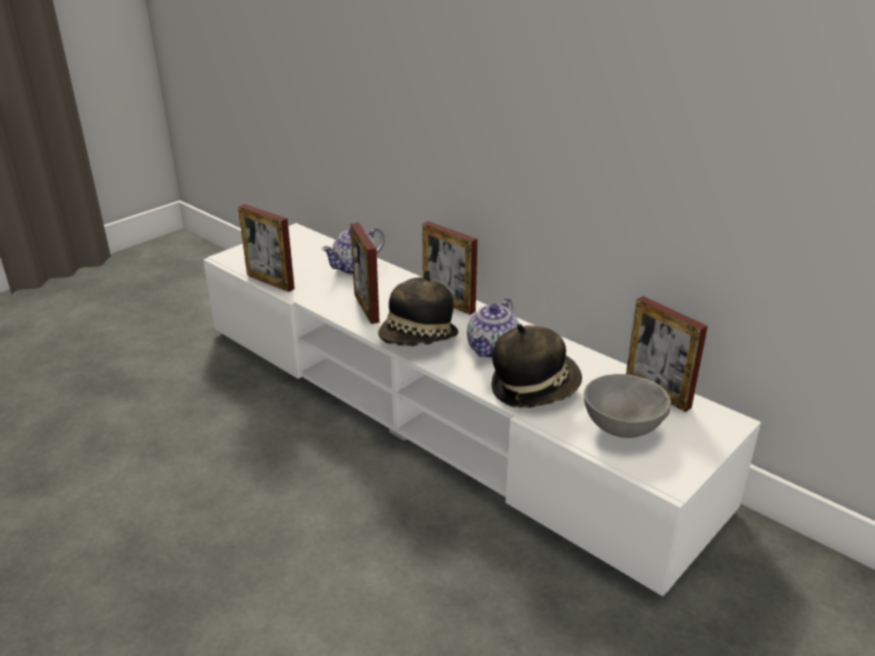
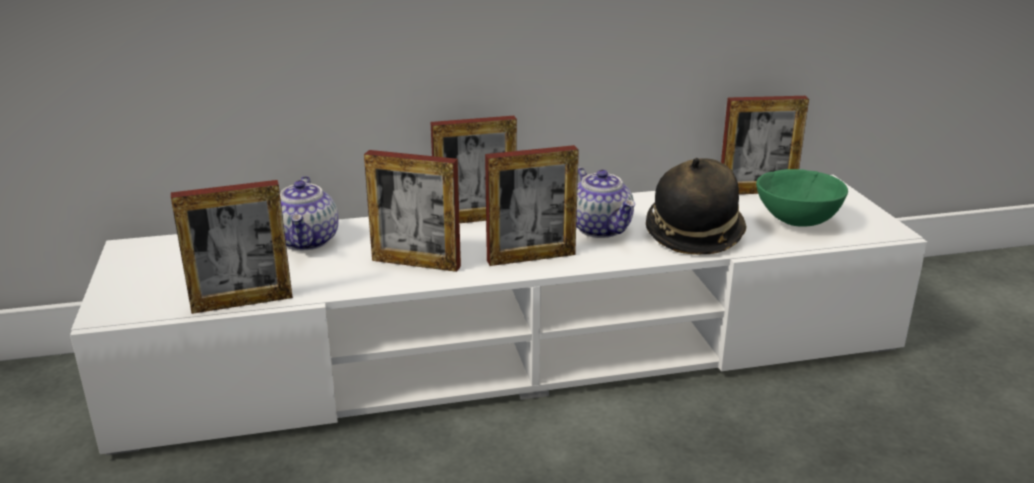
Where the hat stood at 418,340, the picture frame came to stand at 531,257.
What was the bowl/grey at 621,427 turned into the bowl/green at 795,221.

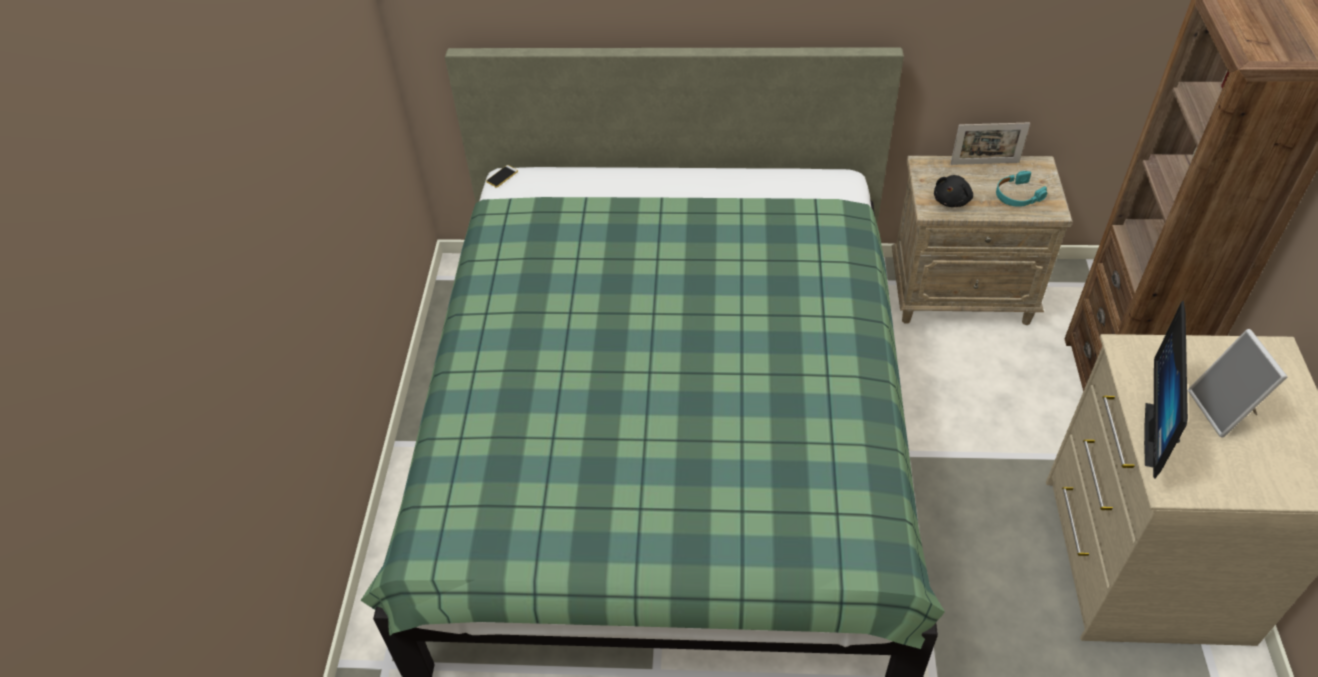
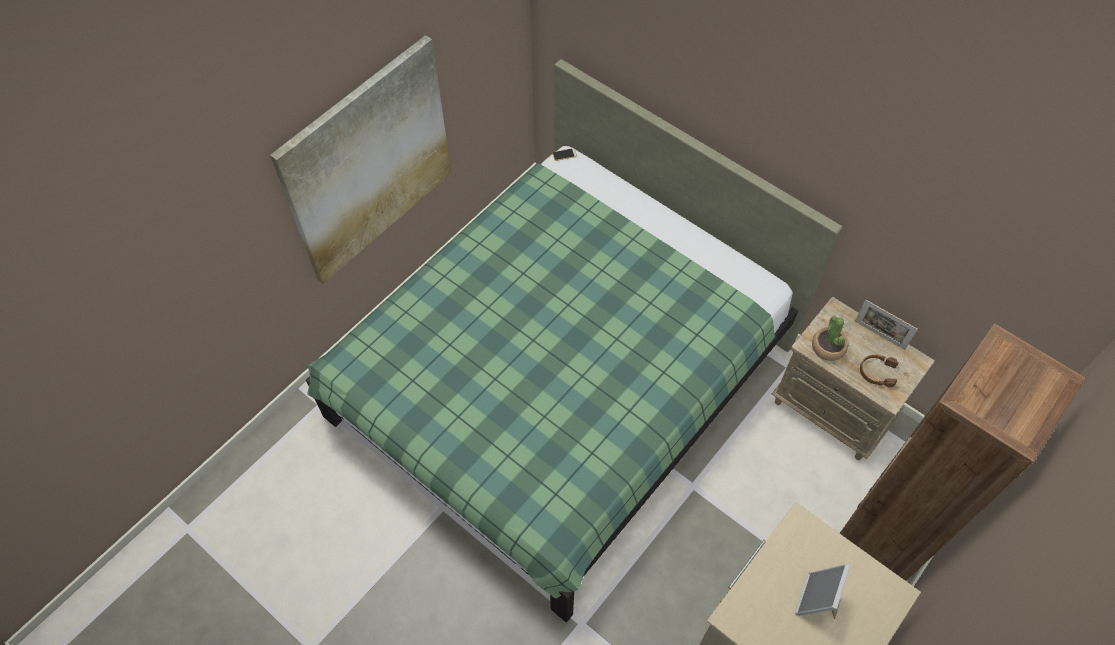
The second view gained the picture at 368,162.
Where the plush toy/black stood at 952,200, the potted plant came to stand at 828,347.
What was the headphones/turquoise at 1017,195 turned into the headphones/brown at 877,372.
The second view lost the monitor at 1161,436.

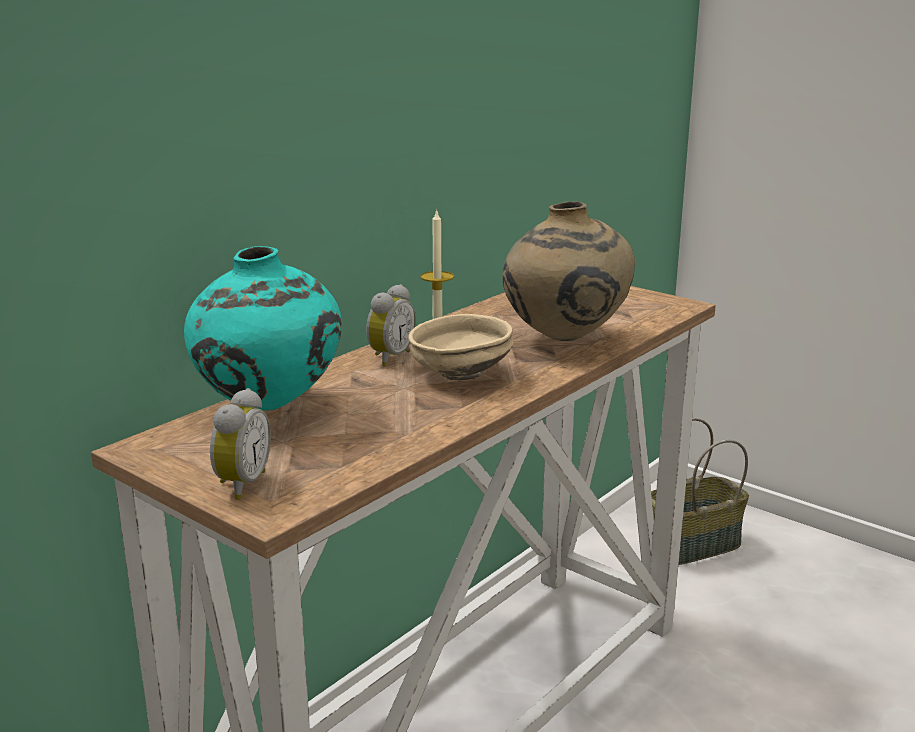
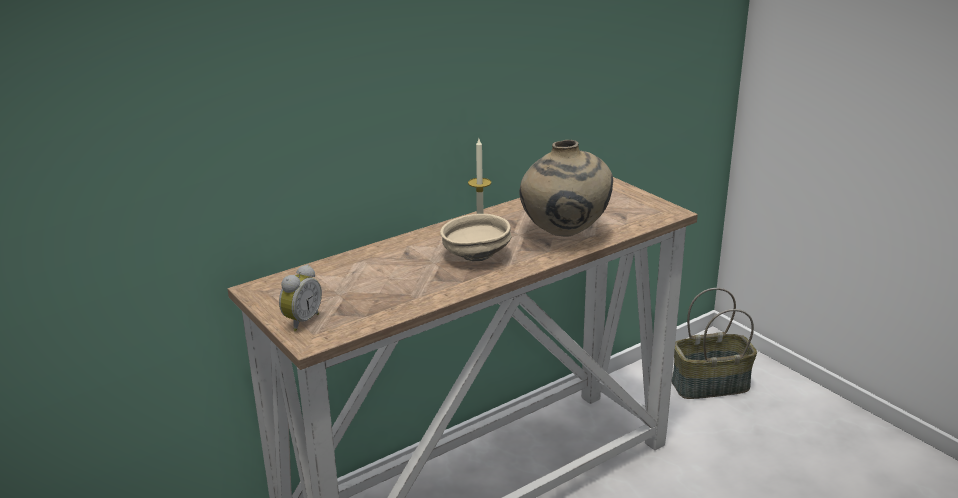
The second view lost the vase/turquoise at 270,408.
The second view lost the alarm clock at 389,357.

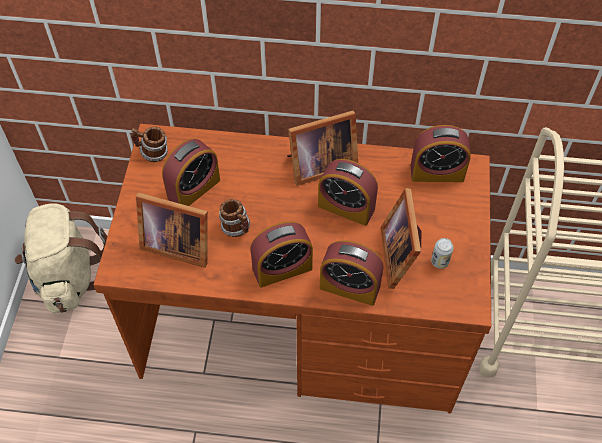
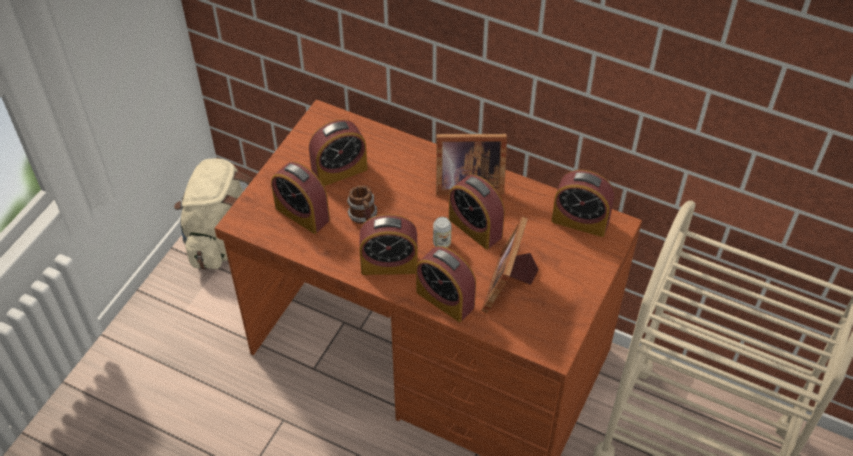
Where the picture frame stood at 176,243, the alarm clock came to stand at 302,214.
The can ended up elsewhere, having gone from 440,262 to 442,243.
The second view lost the mug at 153,153.

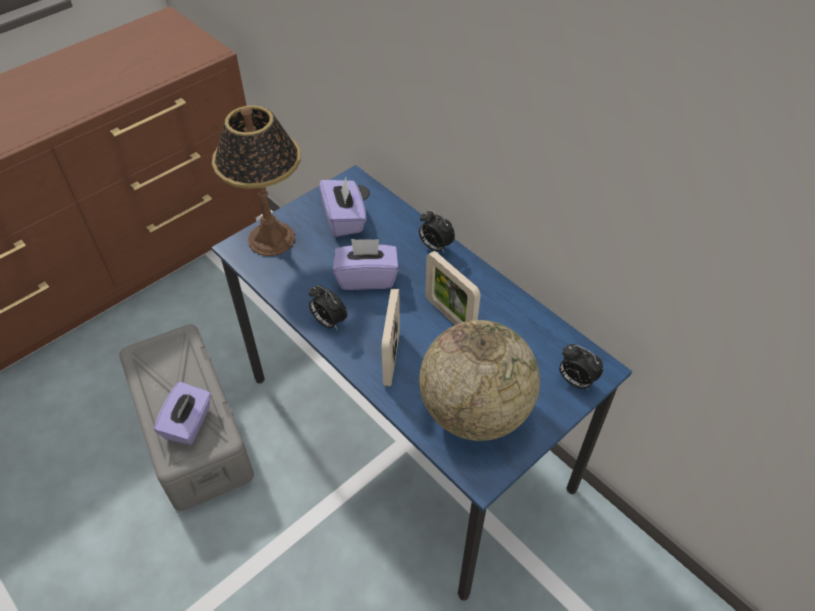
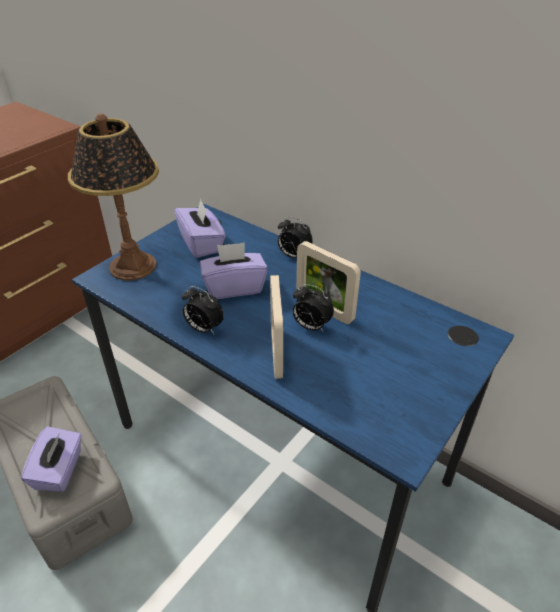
The alarm clock ended up elsewhere, having gone from 575,381 to 311,326.
The second view lost the globe at 475,411.

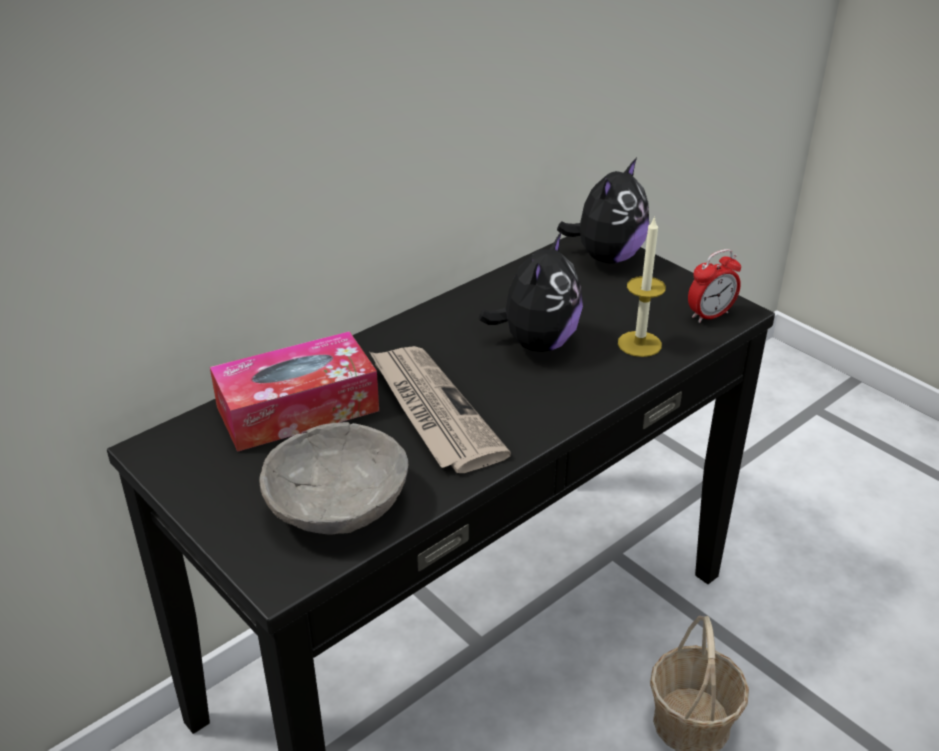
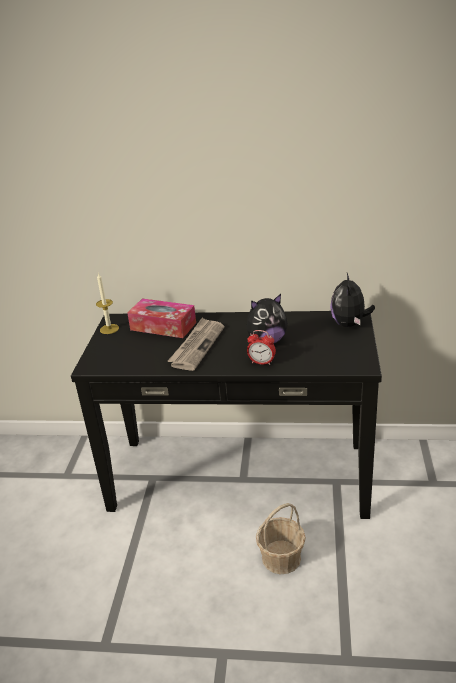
The candle ended up elsewhere, having gone from 639,344 to 109,329.
The alarm clock ended up elsewhere, having gone from 710,315 to 262,362.
The plush toy at 606,257 ended up facing another way, 105 degrees clockwise from before.
The second view lost the bowl/grey at 338,504.

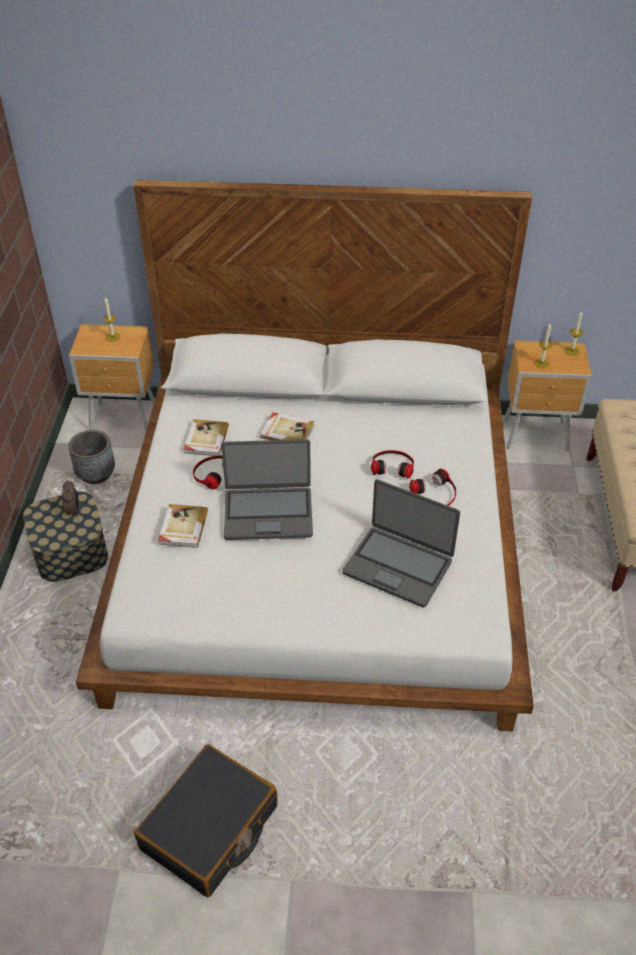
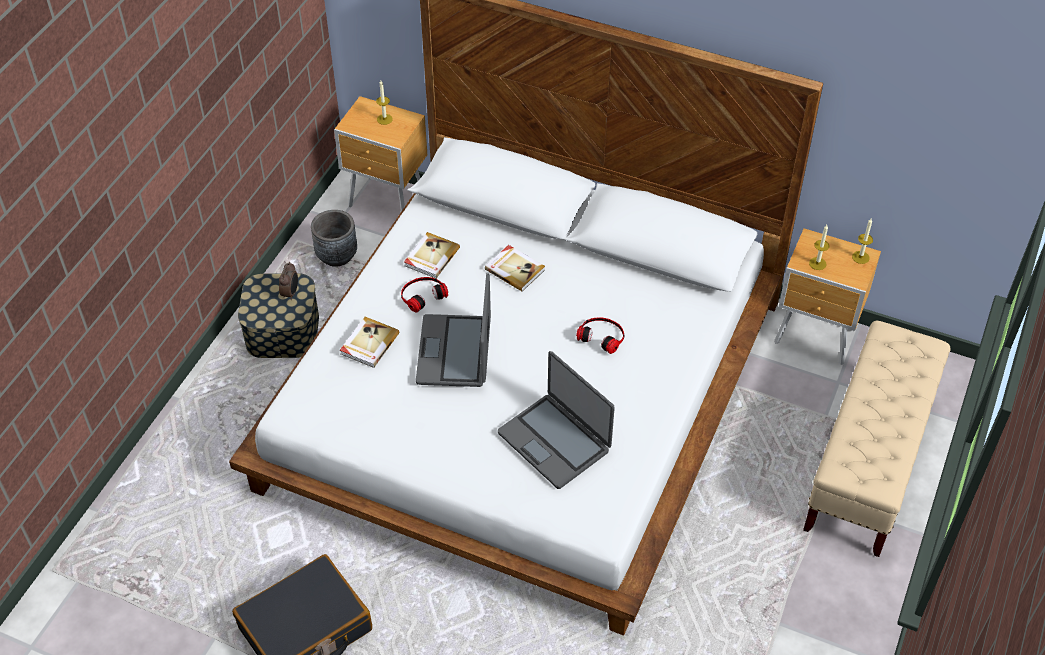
The laptop at 268,513 ended up facing another way, 75 degrees clockwise from before.
The second view lost the headphones at 434,494.

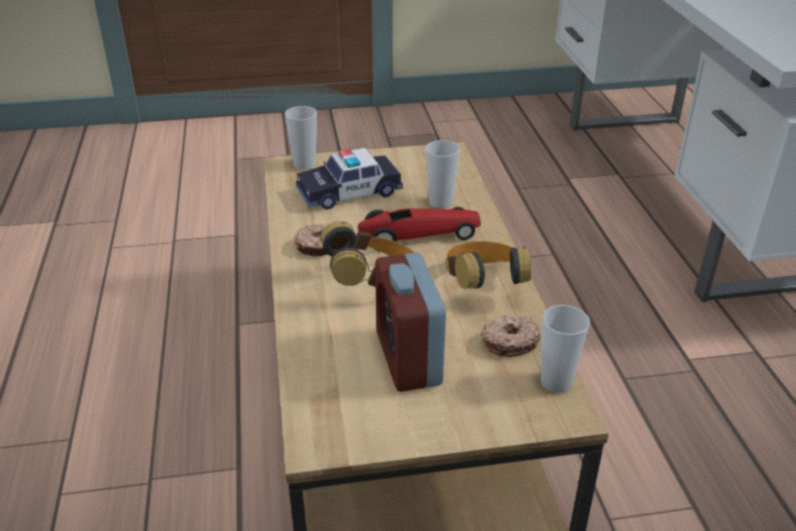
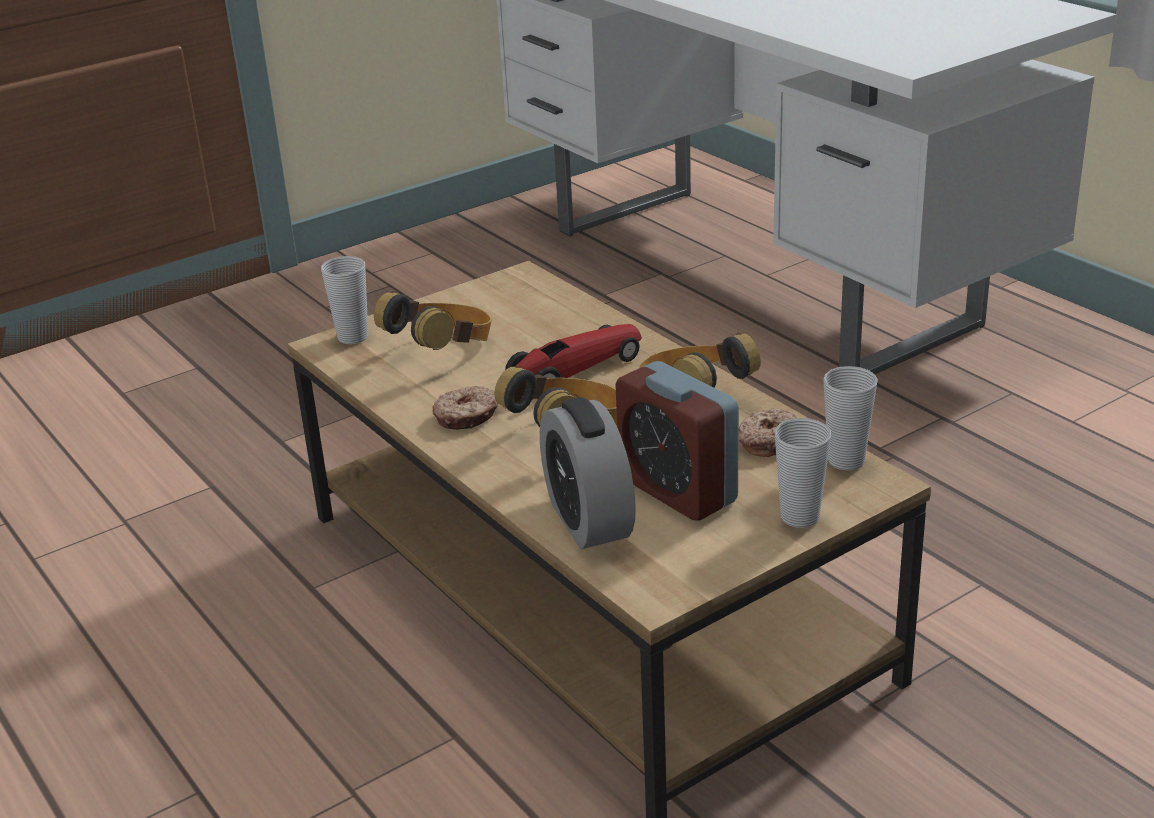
Where the toy car stood at 349,192, the headphones came to stand at 443,351.
The second view gained the alarm clock at 588,520.
The cup ended up elsewhere, having gone from 440,202 to 800,517.

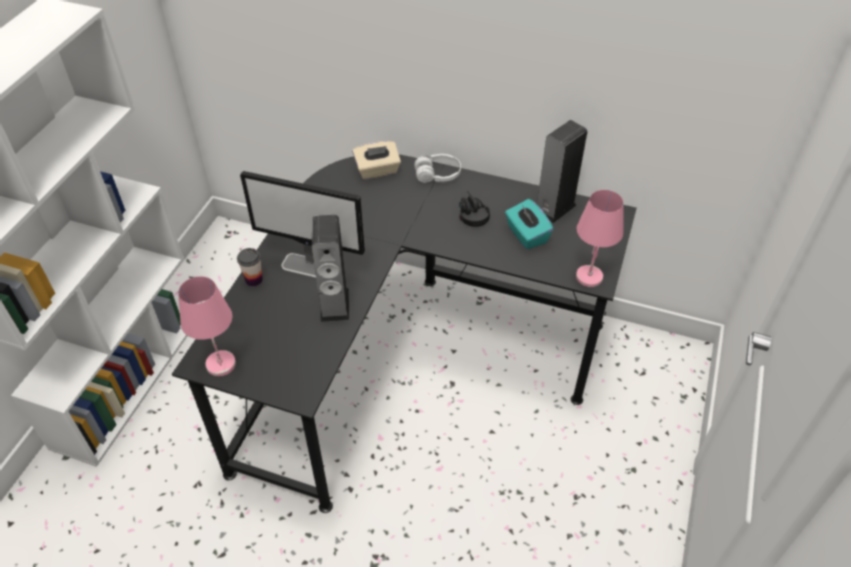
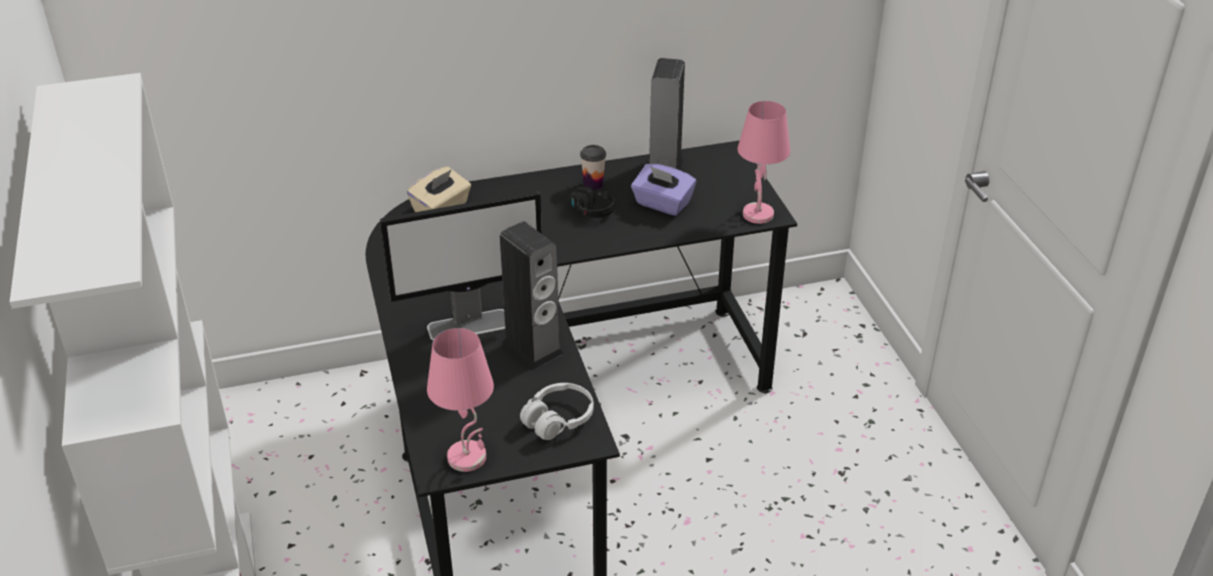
The headphones/white ended up elsewhere, having gone from 438,175 to 558,419.
The cup ended up elsewhere, having gone from 254,280 to 593,185.
What was the tissue box/turquoise at 526,235 turned into the tissue box/purple at 662,204.

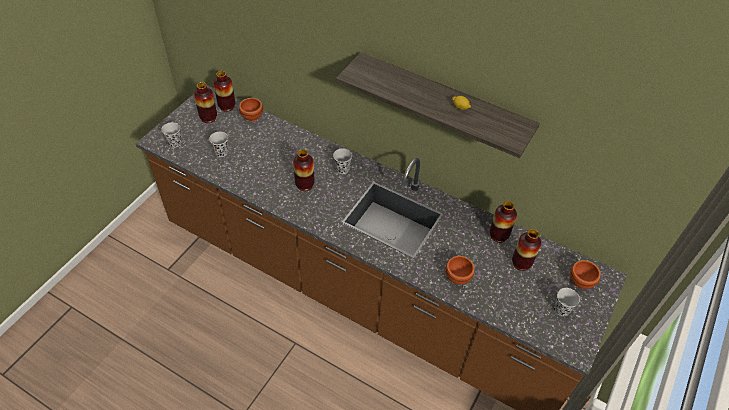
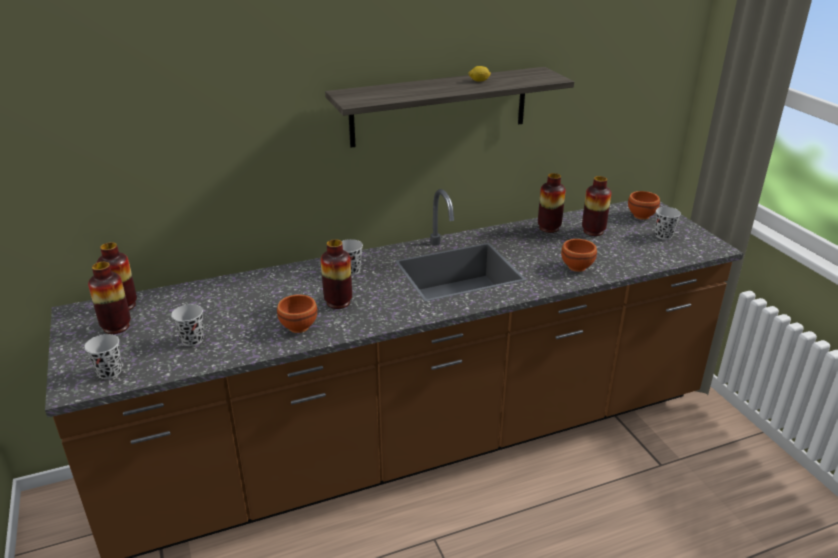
The bowl/brown ended up elsewhere, having gone from 252,116 to 297,327.

